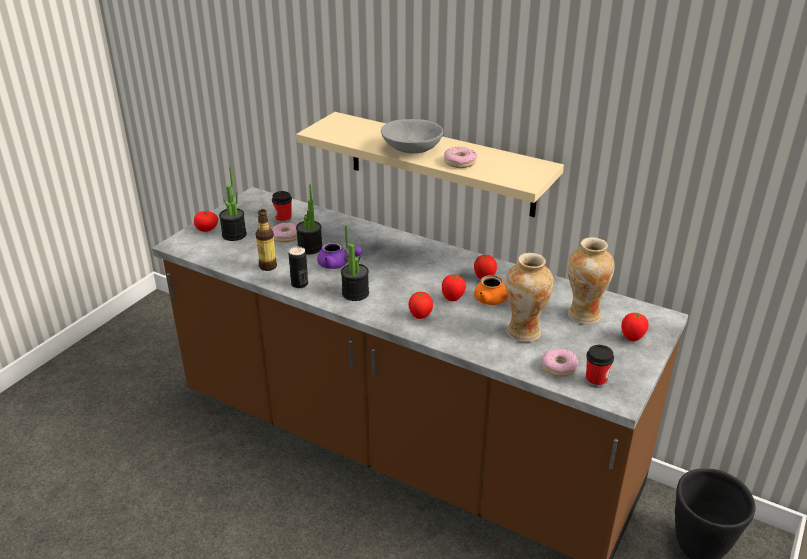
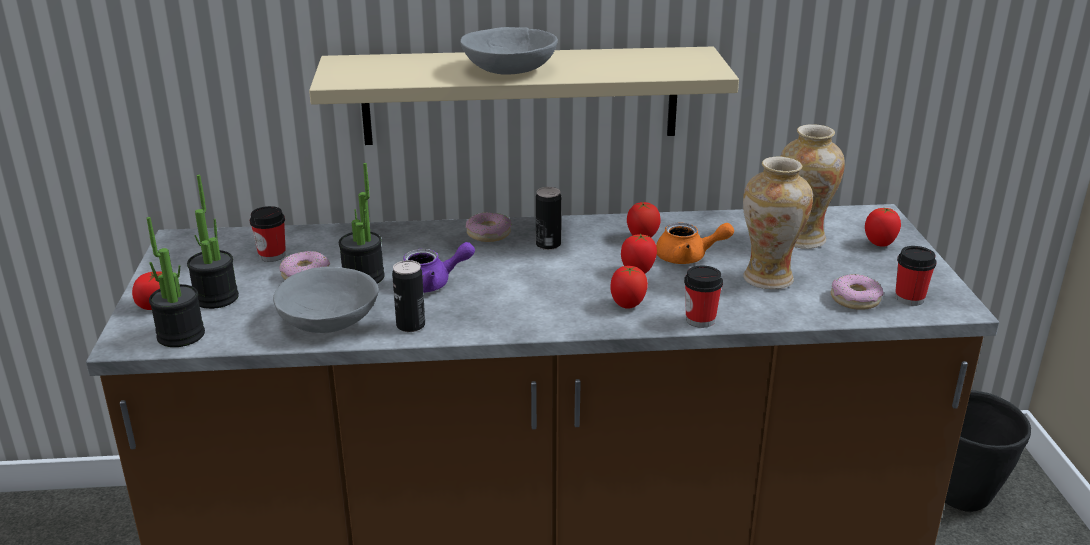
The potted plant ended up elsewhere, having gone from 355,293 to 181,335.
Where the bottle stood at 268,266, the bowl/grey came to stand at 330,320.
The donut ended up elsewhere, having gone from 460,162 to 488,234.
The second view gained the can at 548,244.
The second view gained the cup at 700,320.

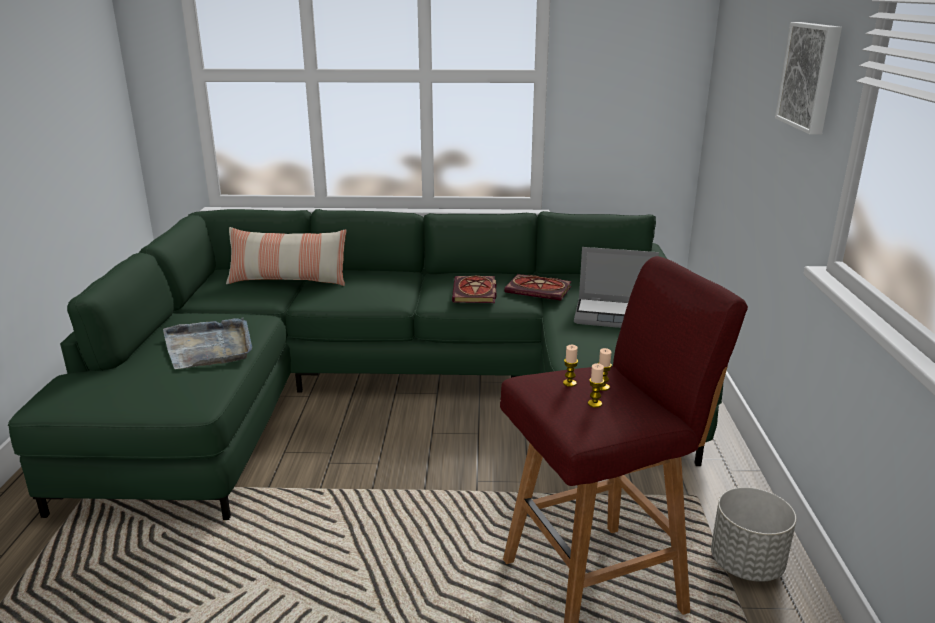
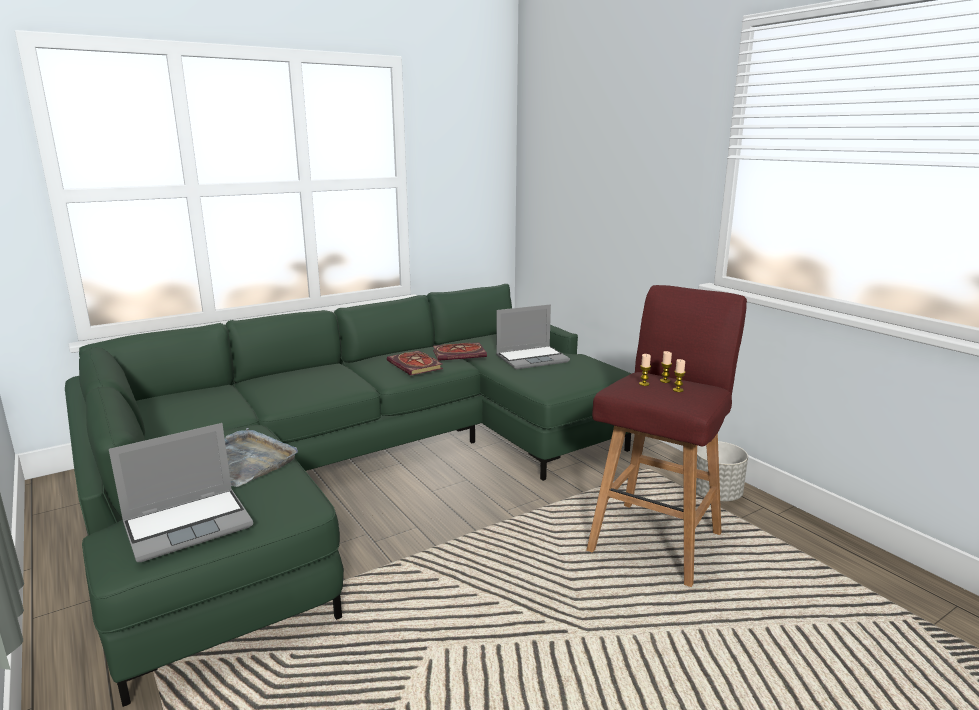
The second view gained the laptop at 189,524.
The second view lost the pillow at 288,280.
The second view lost the picture at 811,76.

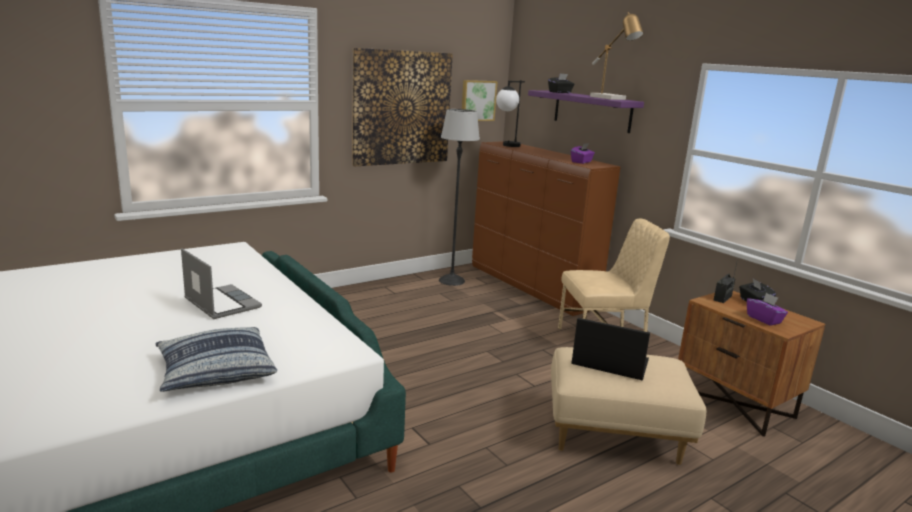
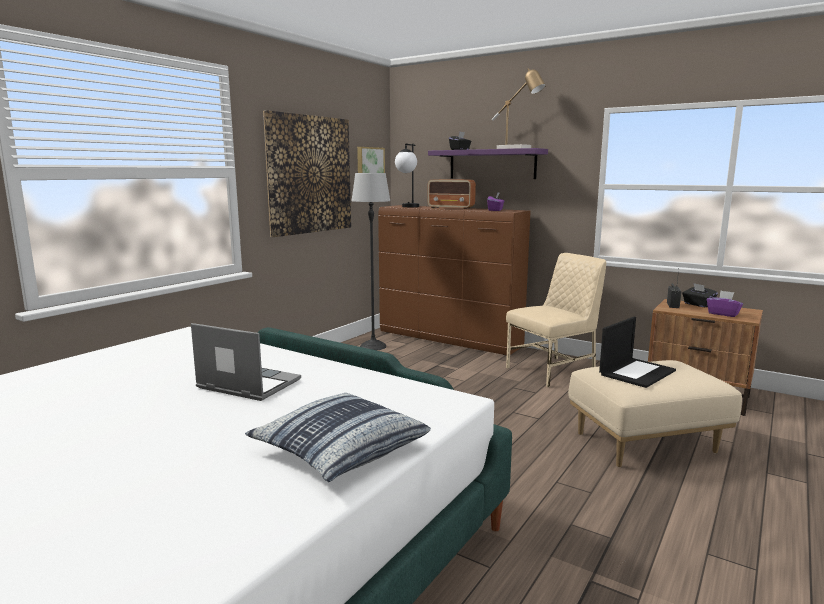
The second view gained the radio at 451,208.
The laptop at 609,362 ended up facing another way, 135 degrees clockwise from before.

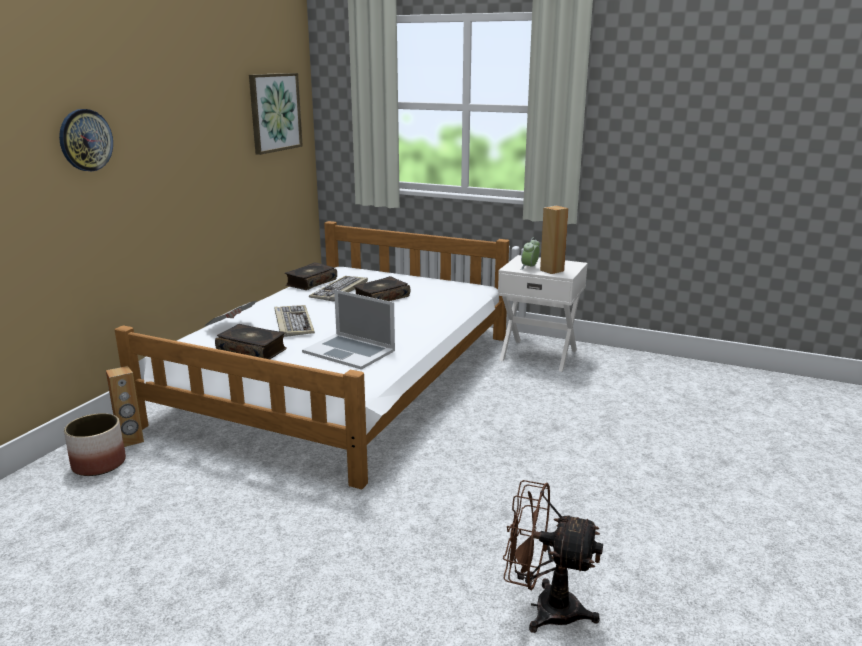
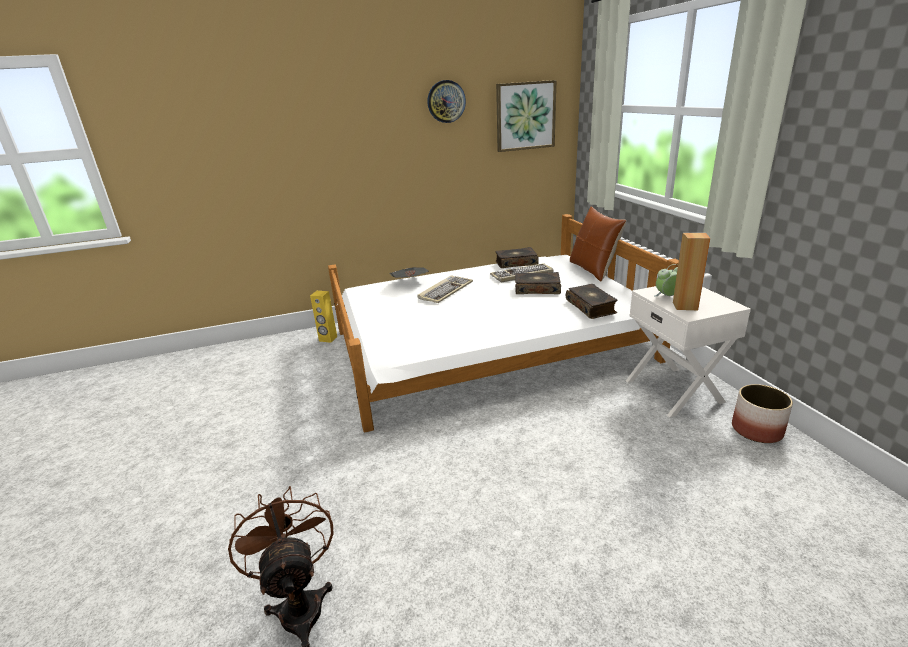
What was the speaker/brown at 130,441 turned into the speaker/yellow at 328,339.
The wall clock ended up elsewhere, having gone from 85,140 to 446,101.
The book ended up elsewhere, having gone from 252,350 to 591,307.
The second view gained the pillow/brown at 593,270.
The planter ended up elsewhere, having gone from 99,464 to 757,430.
The second view lost the laptop at 349,351.

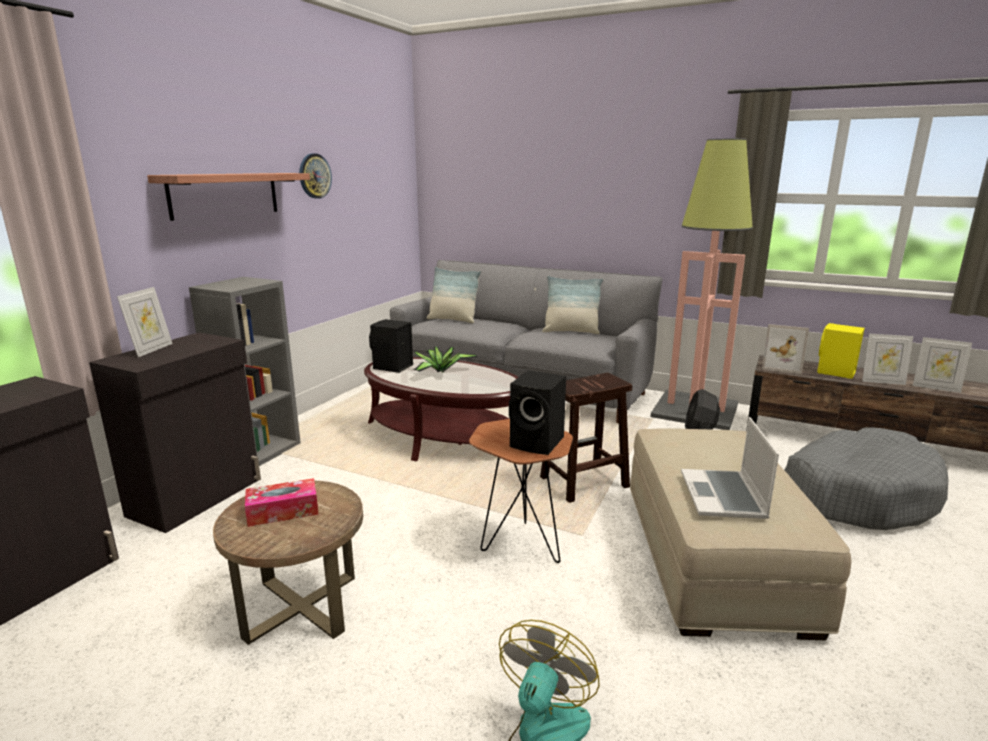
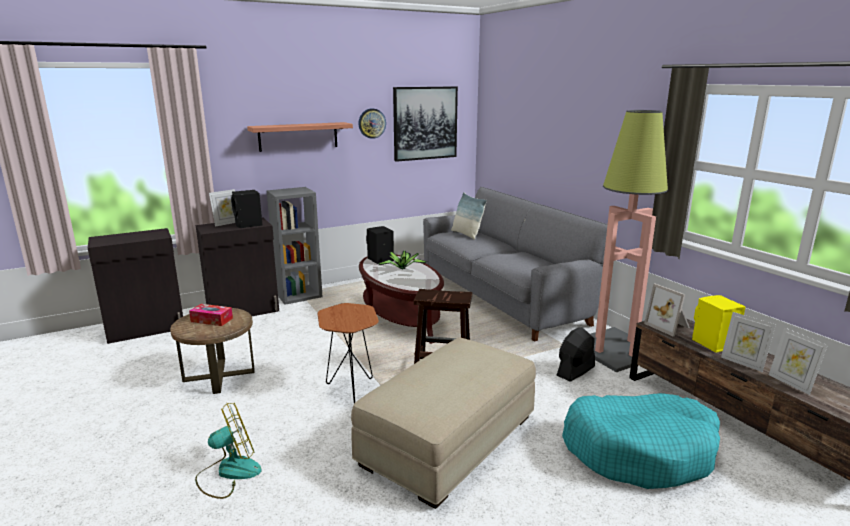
The speaker/black ended up elsewhere, having gone from 538,443 to 248,225.
The second view gained the picture at 425,123.
What was the dog bed/grey at 857,494 turned into the dog bed/turquoise at 639,451.
The second view lost the pillow at 571,331.
The second view lost the laptop at 724,496.

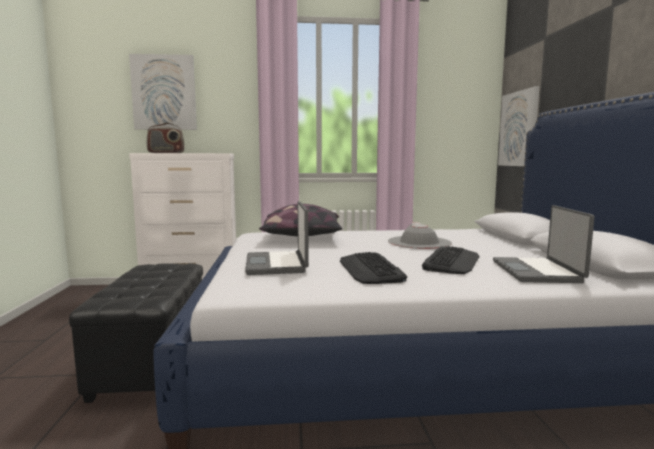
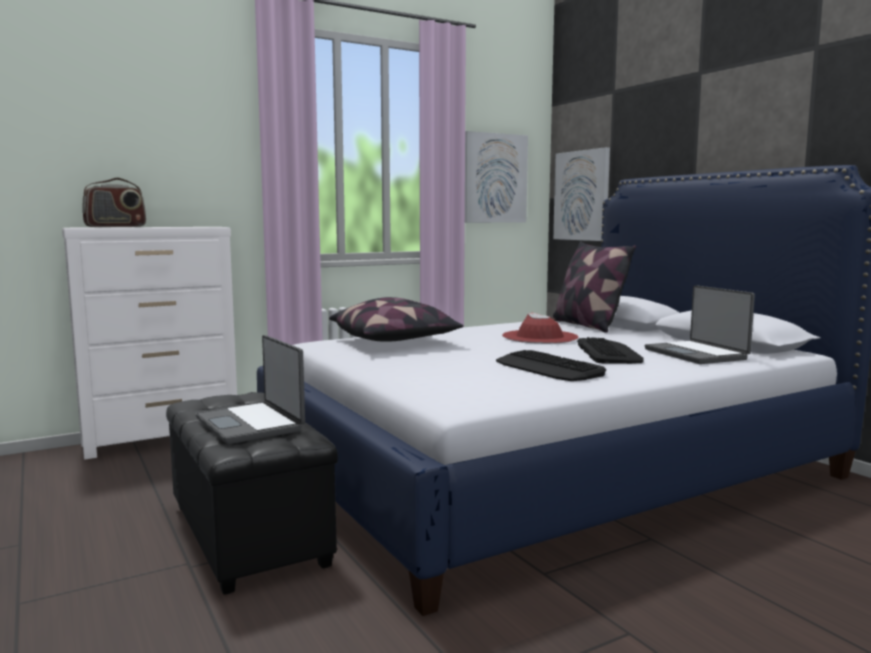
The laptop ended up elsewhere, having gone from 277,264 to 251,424.
The picture ended up elsewhere, having gone from 164,93 to 494,178.
What was the hat/grey at 419,242 turned into the hat/red at 540,337.
The second view gained the pillow at 587,325.

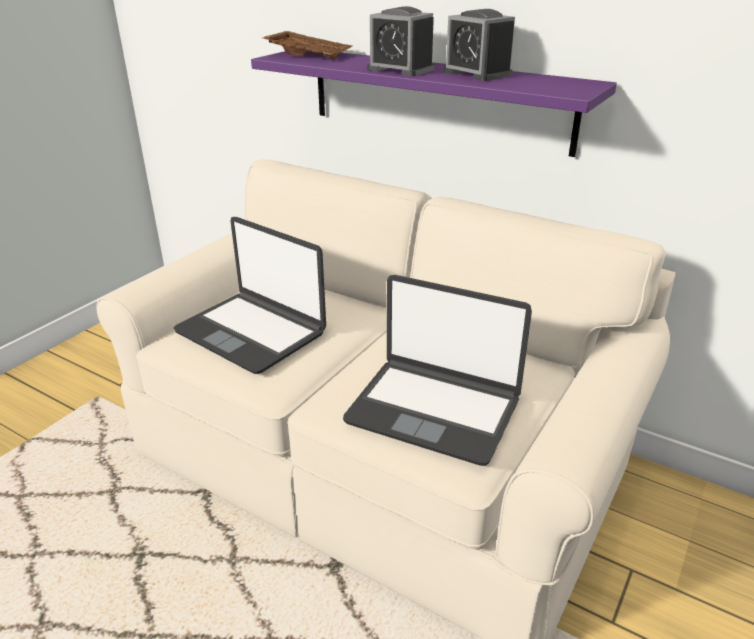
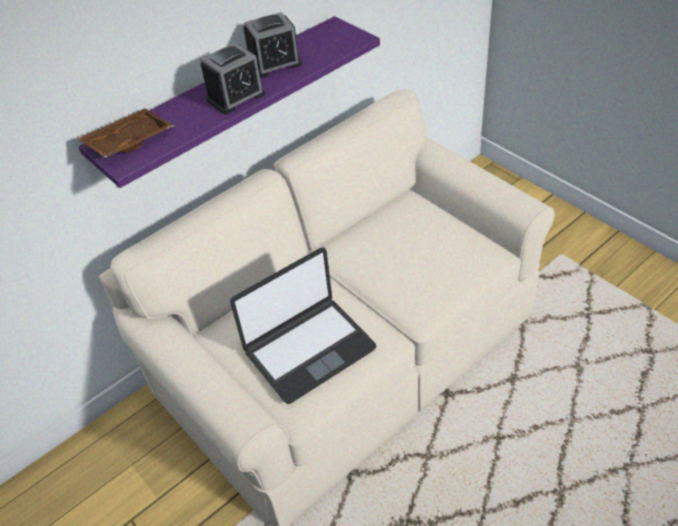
The second view lost the laptop at 434,410.

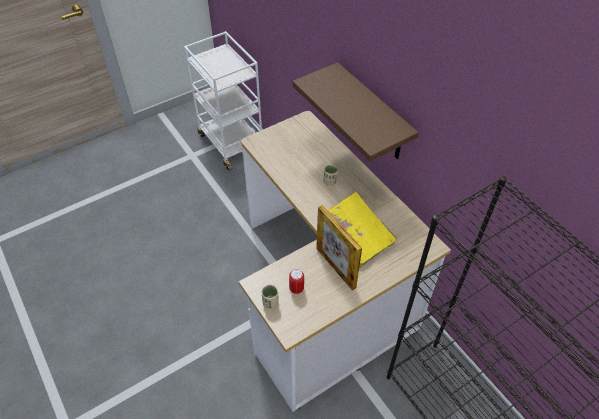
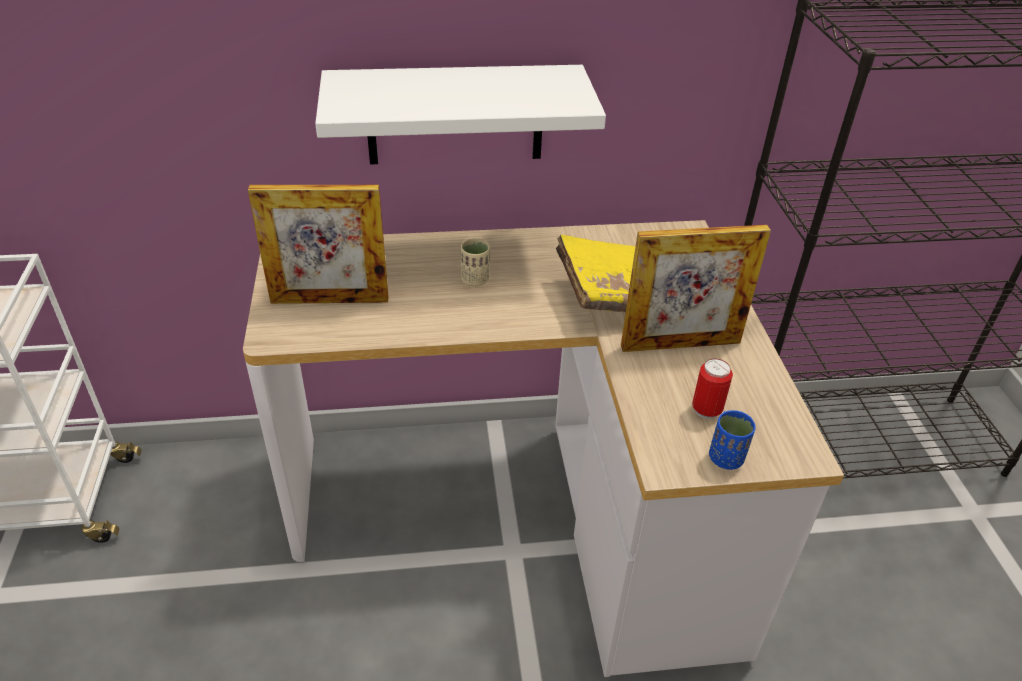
The second view gained the picture frame at 329,300.
What was the shelf/brown at 373,114 turned into the shelf/white at 455,115.
What was the cup/beige at 270,303 turned into the cup/blue at 726,459.

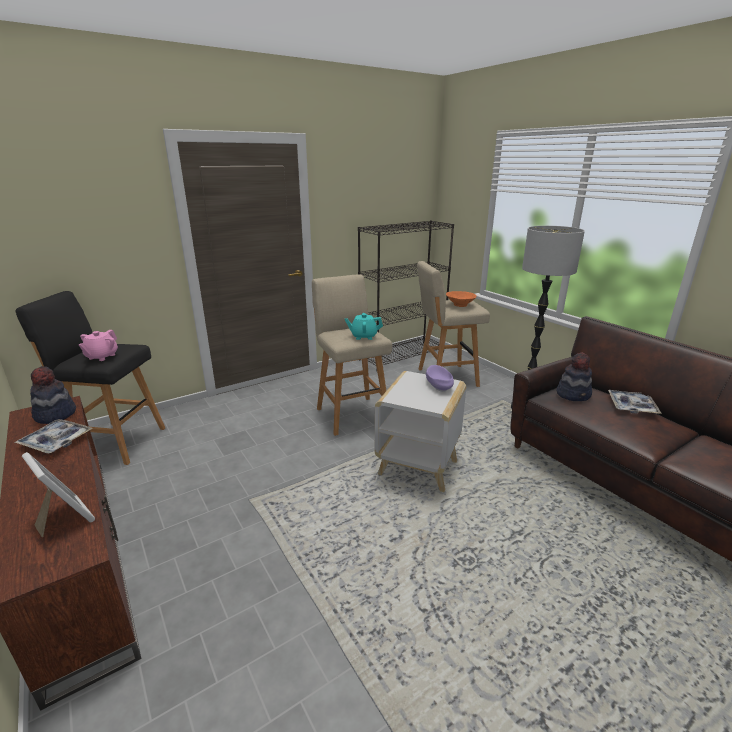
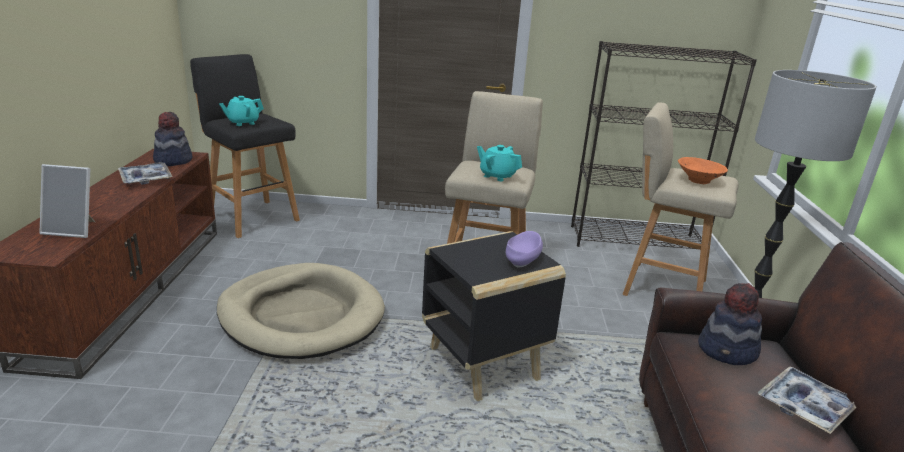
The picture frame at 65,518 ended up facing another way, 105 degrees clockwise from before.
The second view gained the dog bed/beige at 301,316.
What was the teapot/pink at 101,356 turned into the teapot/turquoise at 242,123.
What was the side table/white at 419,467 turned into the side table/black at 485,364.

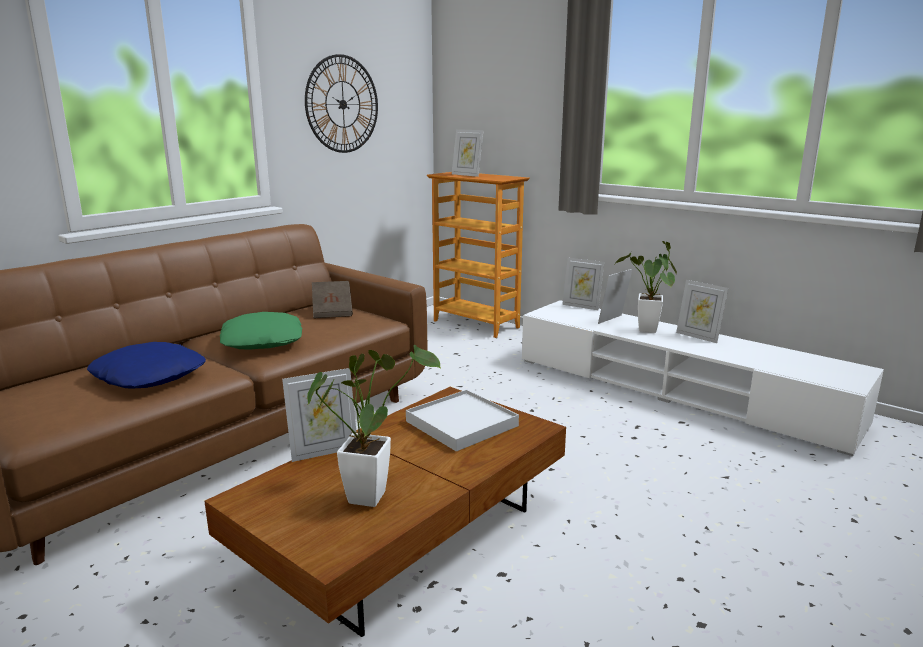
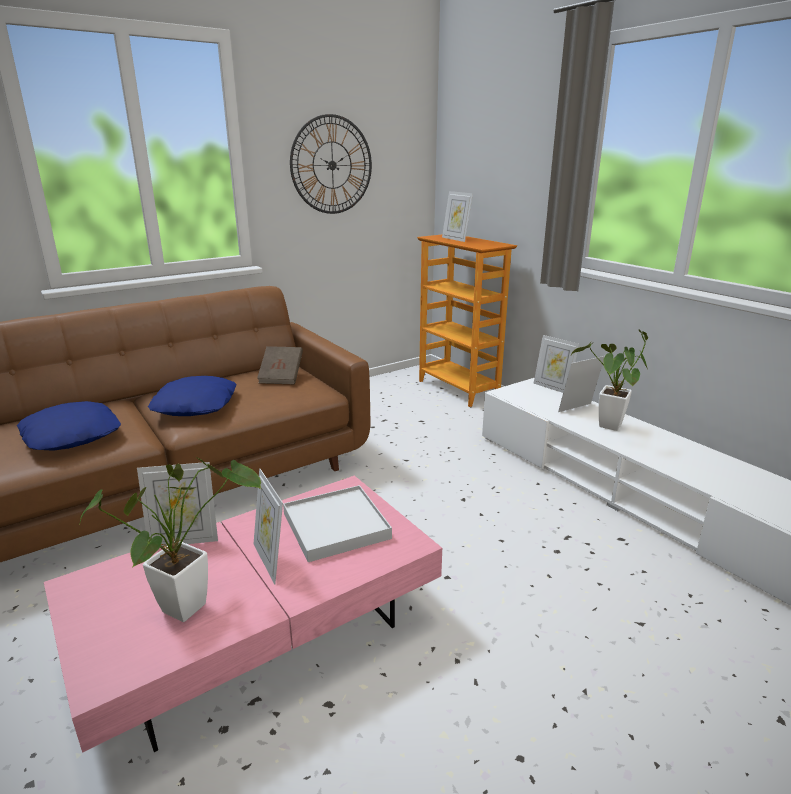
What was the coffee table/brown at 405,537 turned into the coffee table/pink at 260,635.
What was the pillow/green at 263,340 turned into the pillow/blue at 196,405.
The picture frame ended up elsewhere, having gone from 698,336 to 270,561.

